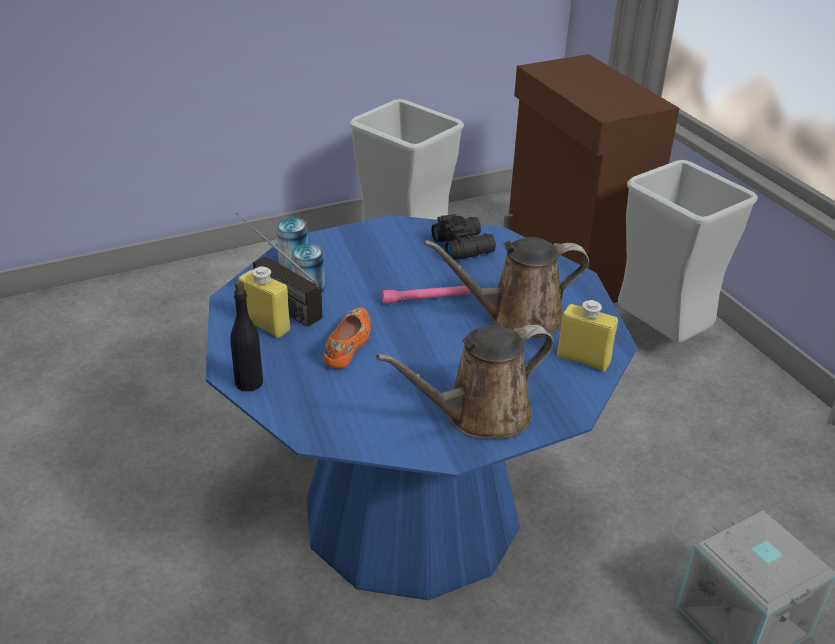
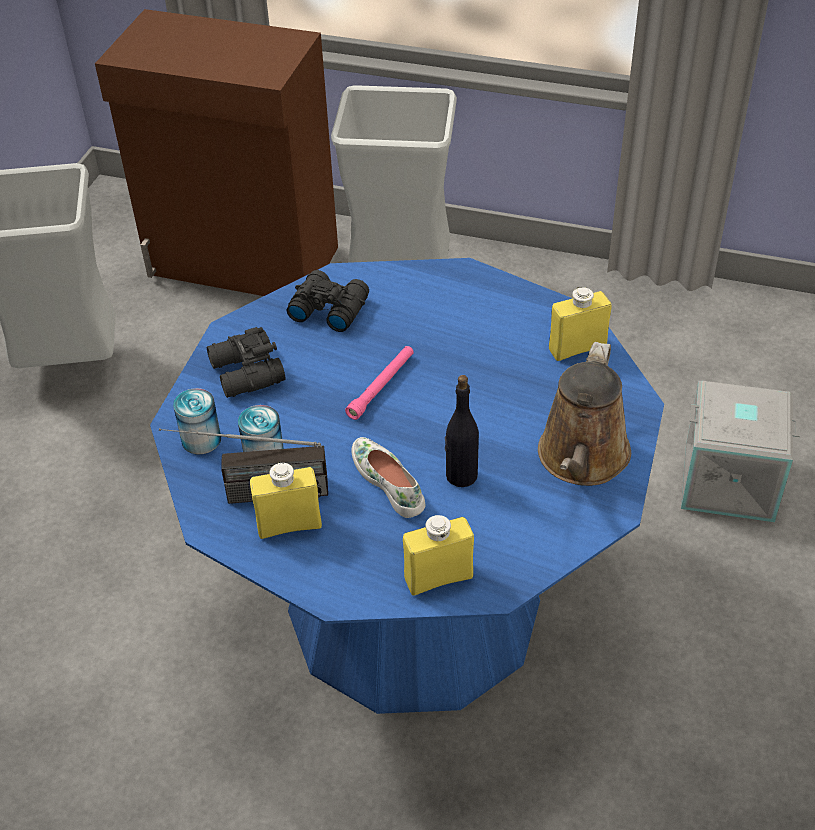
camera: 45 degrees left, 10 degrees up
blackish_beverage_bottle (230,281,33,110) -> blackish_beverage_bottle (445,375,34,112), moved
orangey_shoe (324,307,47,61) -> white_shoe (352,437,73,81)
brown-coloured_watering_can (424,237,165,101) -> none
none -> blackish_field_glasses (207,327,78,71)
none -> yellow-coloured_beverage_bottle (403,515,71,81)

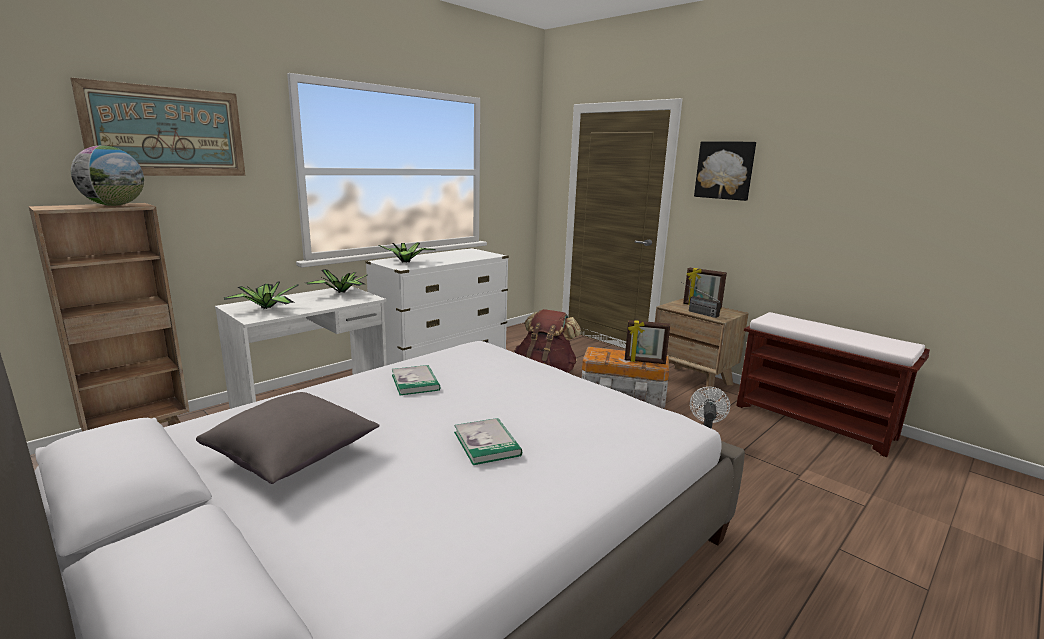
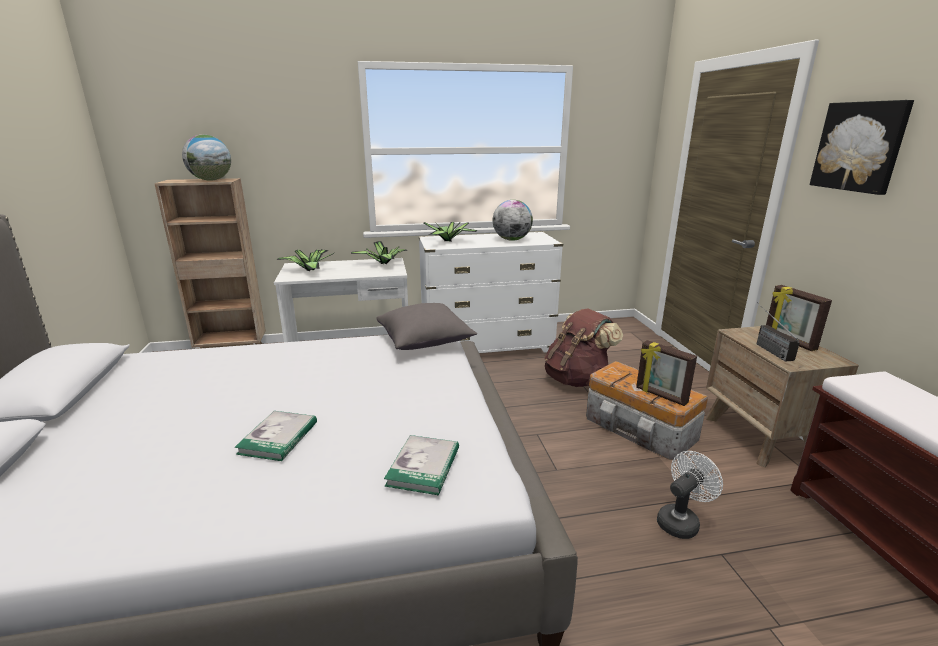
camera: 35 degrees right, 5 degrees up
wall_picture (70,78,176,98) -> none
grey_cushion (196,392,184,92) -> grey_cushion (376,303,101,47), moved
volume (392,365,48,30) -> volume (384,435,75,60), moved
none -> desk_globe (493,200,40,41)

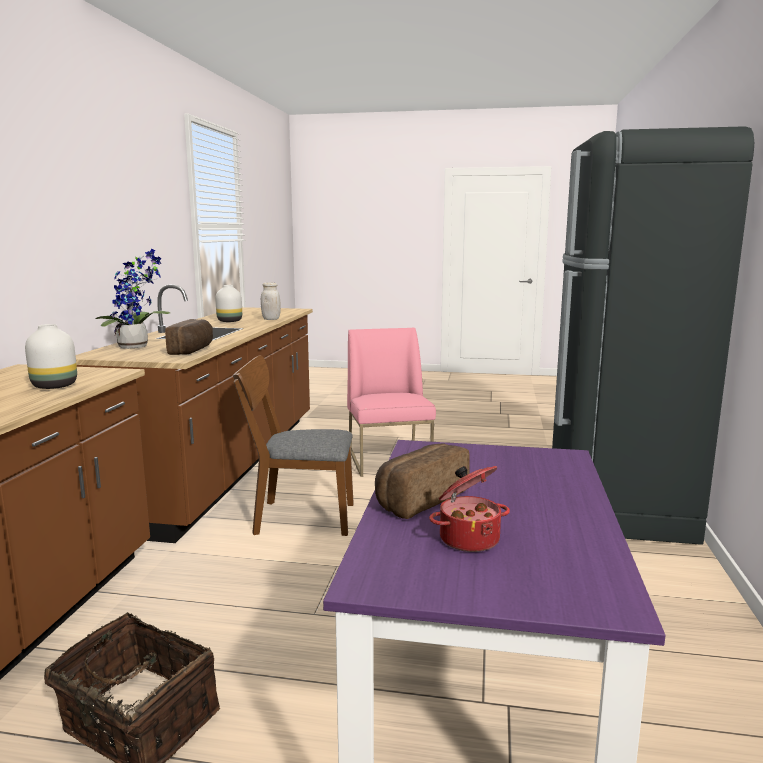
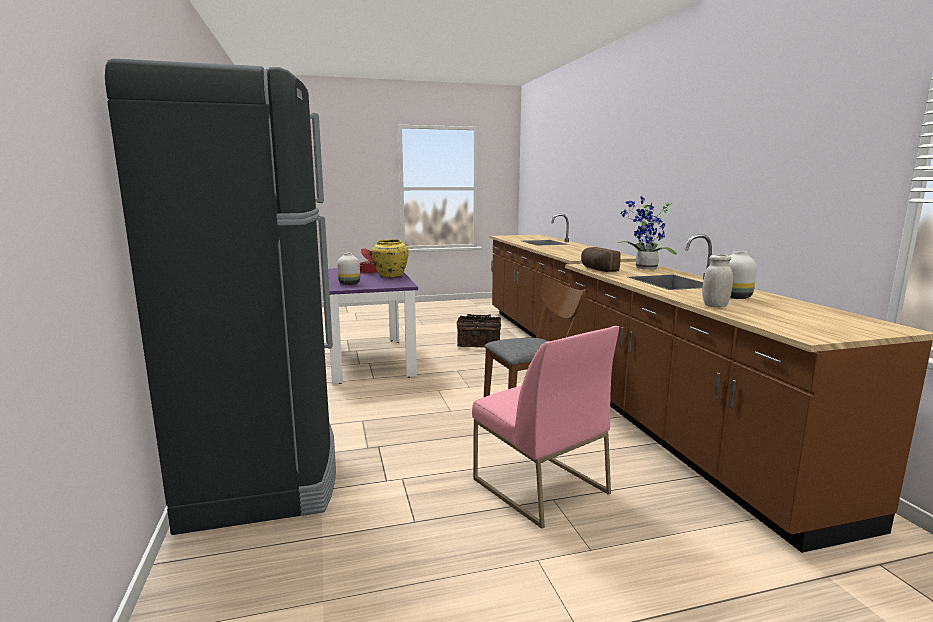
camera: 155 degrees right, 0 degrees up
white_flower_vase (25,324,52,65) -> white_flower_vase (337,253,23,32), moved
bread (375,444,95,75) -> yellow-coloured_flower_vase (371,239,38,38)

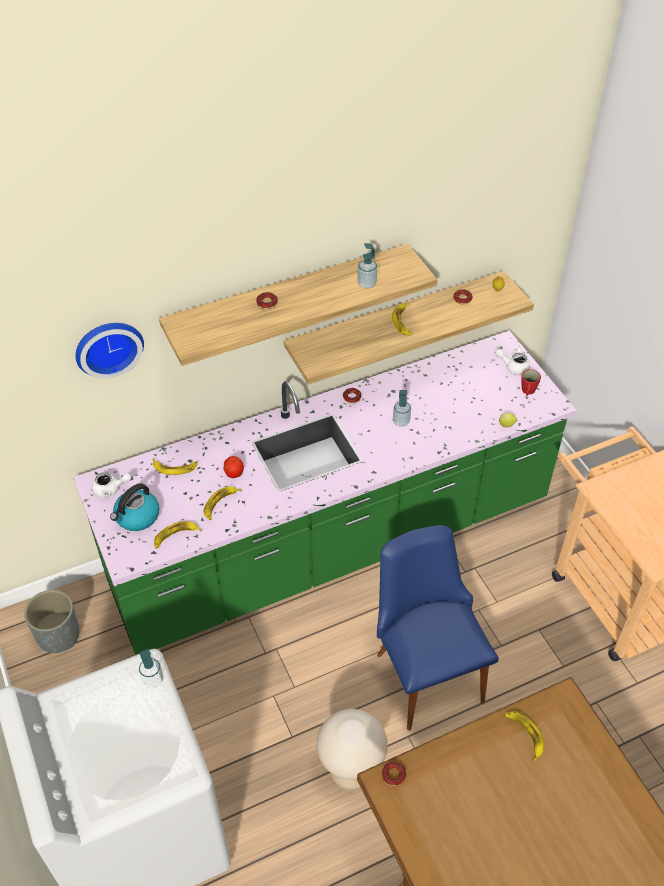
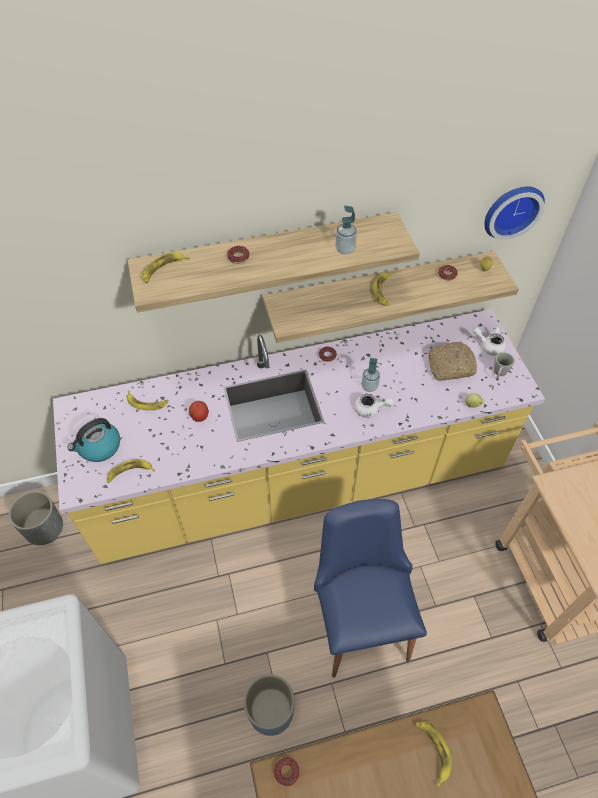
camera: 10 degrees right, 5 degrees up
greenish_kitchen_base_unit (73,331,504,324) -> yellow-coloured_kitchen_base_unit (53,309,492,255)
hanging_clock (76,323,68,56) -> hanging_clock (484,186,61,54), moved
white_tea_pot (92,472,39,26) -> white_tea_pot (354,394,40,24), moved
liquid_soap_bottle (139,649,25,40) -> none
banana_fruit (204,486,38,34) -> banana_fruit (142,252,48,31), moved
sand-coloured_stool_seat (316,709,72,82) -> bluish_plant_pot (244,675,51,61)
reddish_mug (522,369,19,27) -> grey_mug (494,352,21,26)
none -> bread (428,342,49,39)

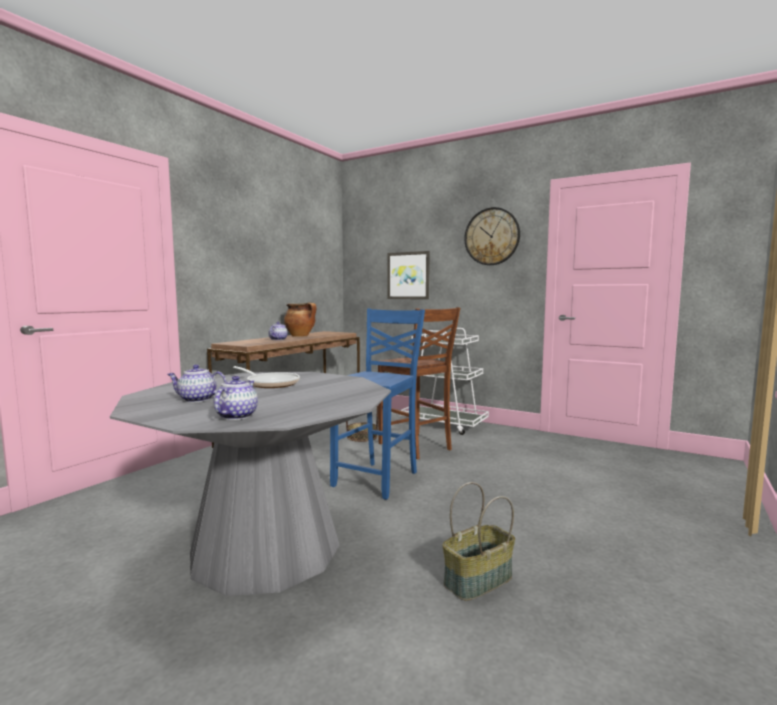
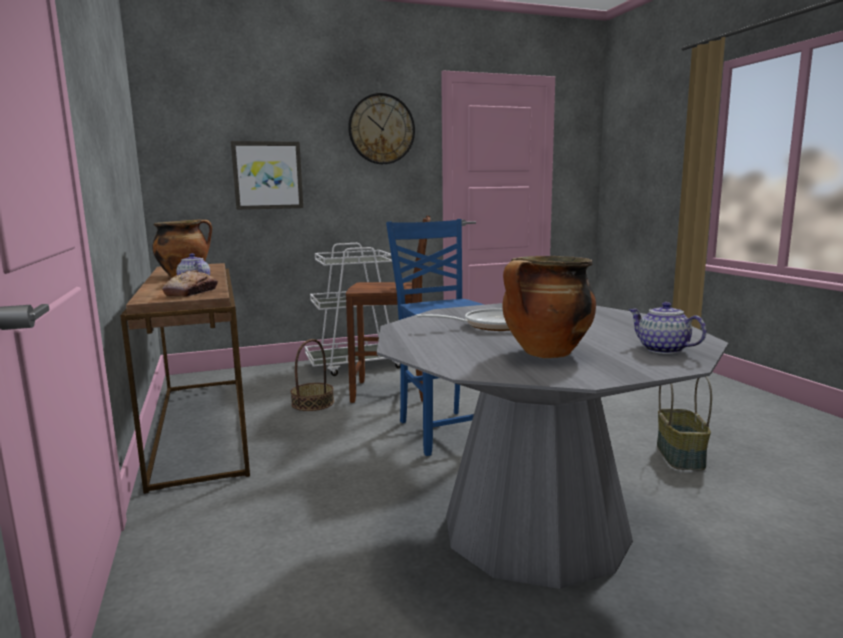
camera: 50 degrees left, 5 degrees up
tea_pot (167,364,60,38) -> stockpot (502,256,94,102)
none -> bread (162,270,56,27)

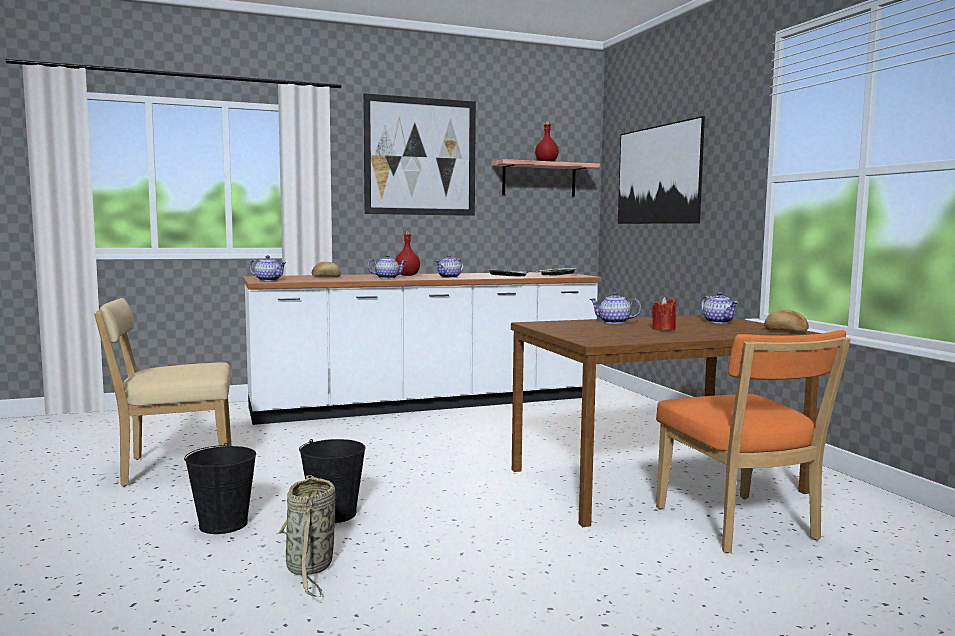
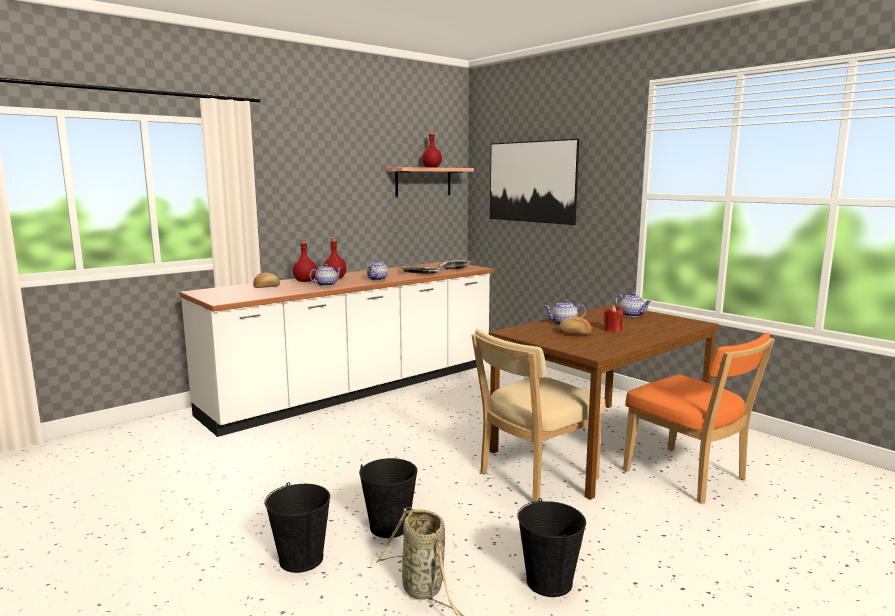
camera: 20 degrees left, 5 degrees up
sand-coloured_plain_chair (94,298,138,189) -> sand-coloured_plain_chair (471,329,135,174), moved
tea_pot (249,255,37,26) -> none
wall_picture (363,93,113,123) -> none
bread (764,310,45,22) -> bread (558,317,34,17), moved
none -> reddish_beverage_bottle (293,240,24,42)
none -> blackish_pail (517,498,69,99)

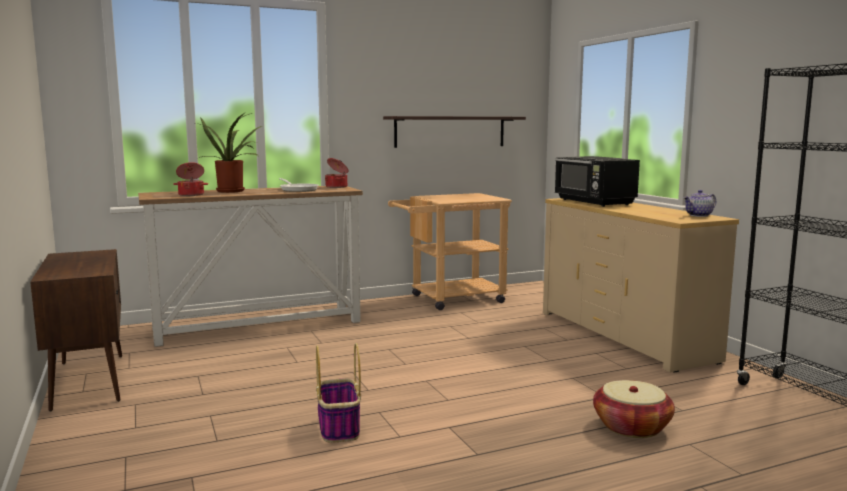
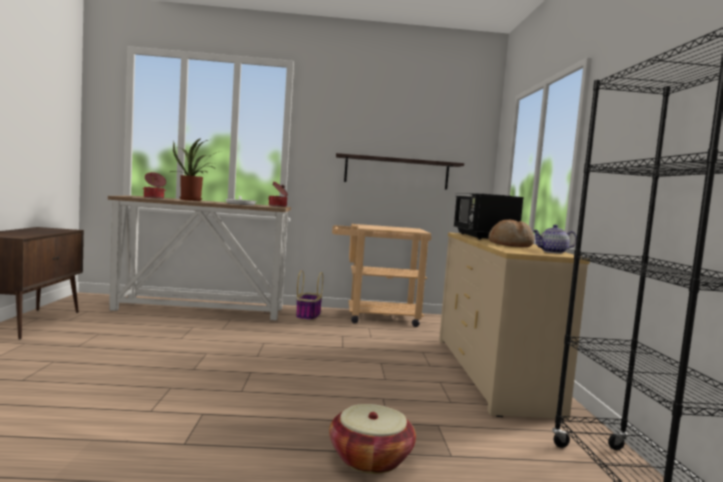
camera: 20 degrees right, 5 degrees down
household_basket (316,343,45,100) -> household_basket (296,270,27,51), moved
none -> bread (488,220,47,27)

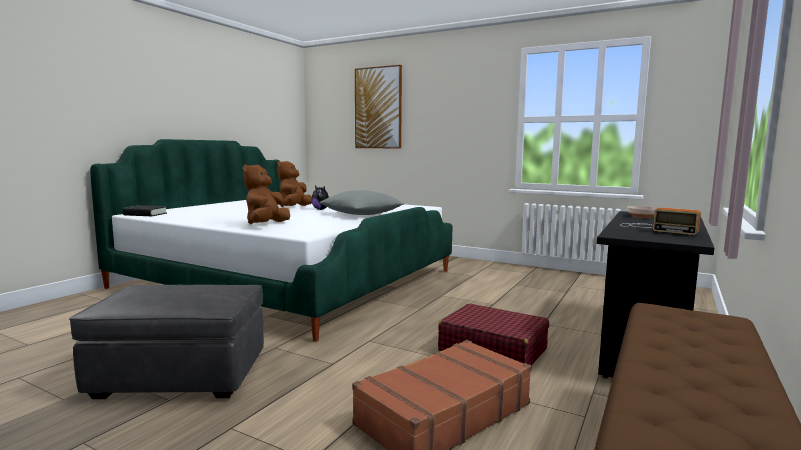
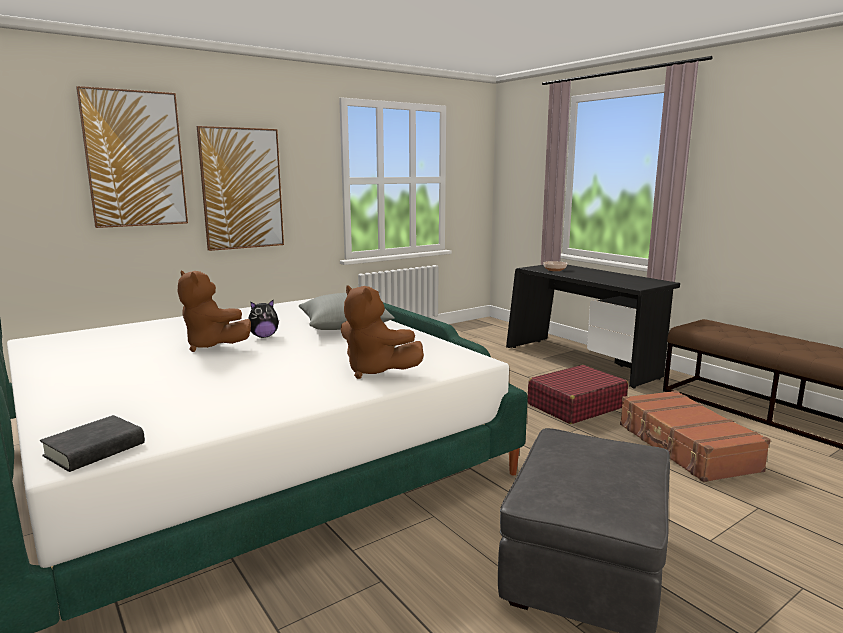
camera: 65 degrees left, 5 degrees up
radio (620,207,81,28) -> none
none -> wall_picture (197,126,87,125)

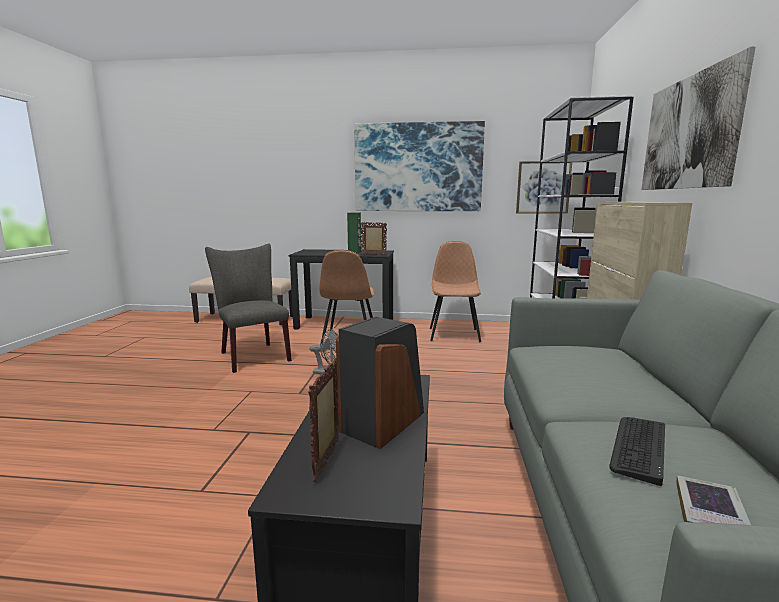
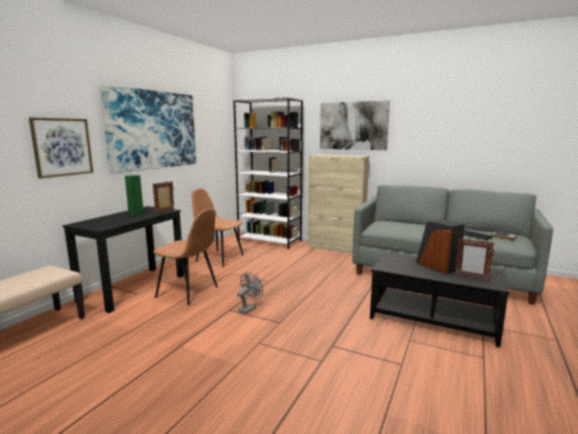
camera: 70 degrees left, 0 degrees up
grey_plain_chair (205,244,87,129) -> none
wall_picture (516,161,56,53) -> wall_picture (29,118,64,61), moved

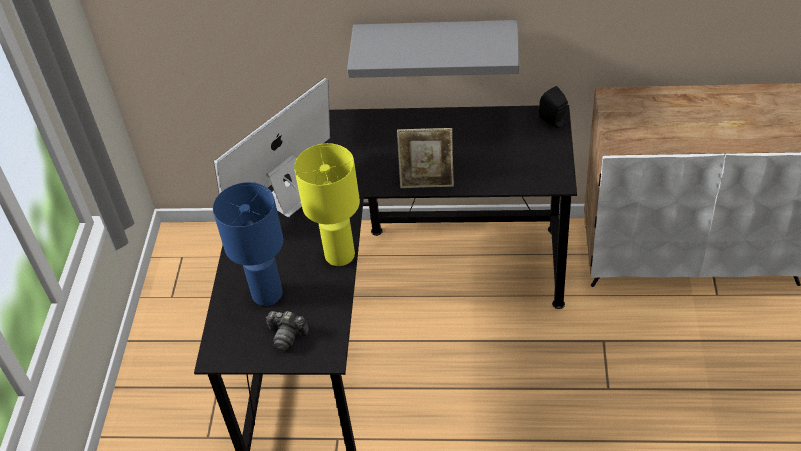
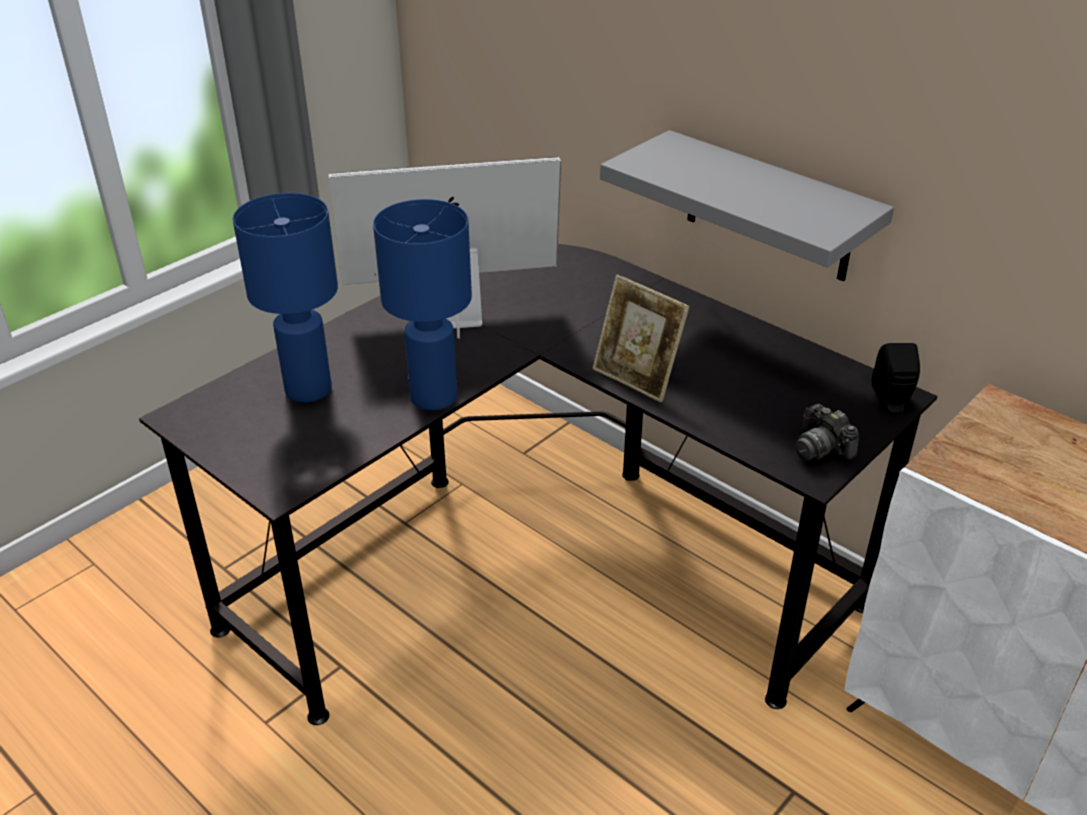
camera: 35 degrees right, 10 degrees down
still_camera (266,311,43,40) -> still_camera (795,404,64,58), moved
yellow-coloured_table_lamp (294,143,66,123) -> bluish_table_lamp (373,199,99,211)

